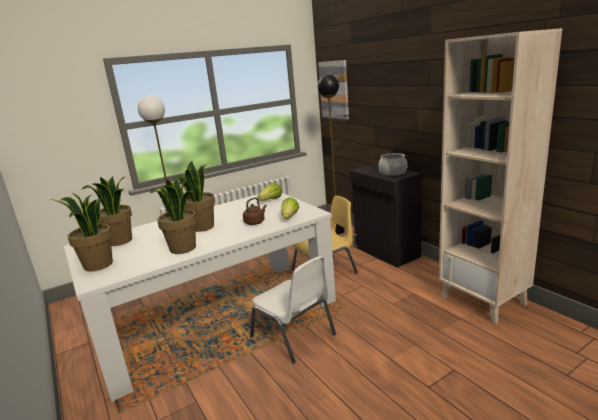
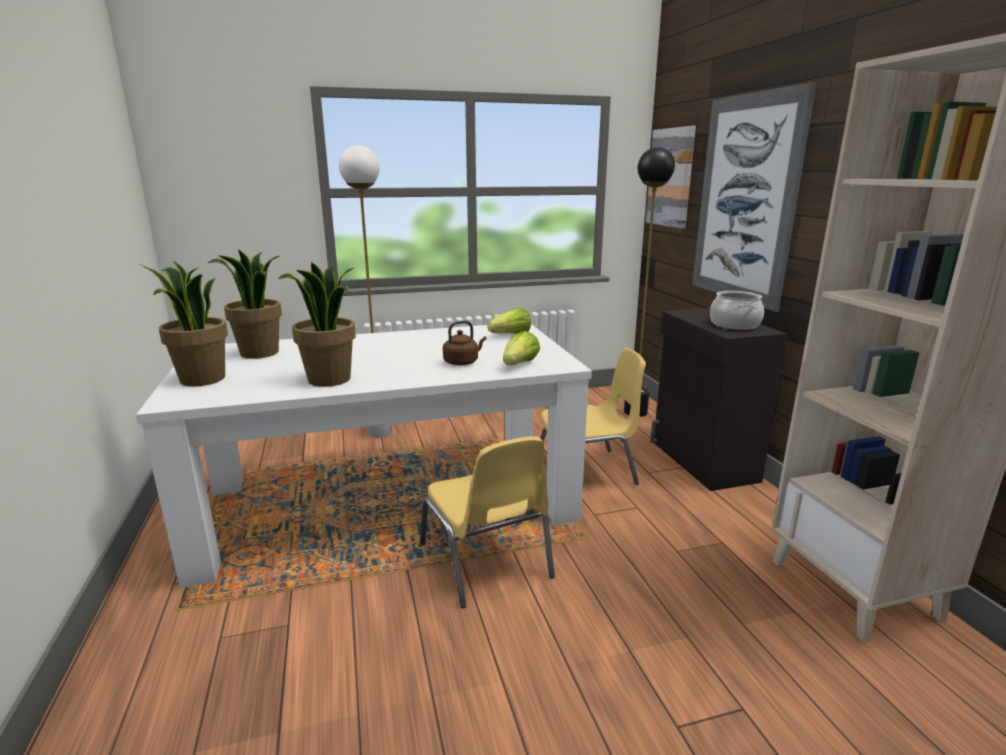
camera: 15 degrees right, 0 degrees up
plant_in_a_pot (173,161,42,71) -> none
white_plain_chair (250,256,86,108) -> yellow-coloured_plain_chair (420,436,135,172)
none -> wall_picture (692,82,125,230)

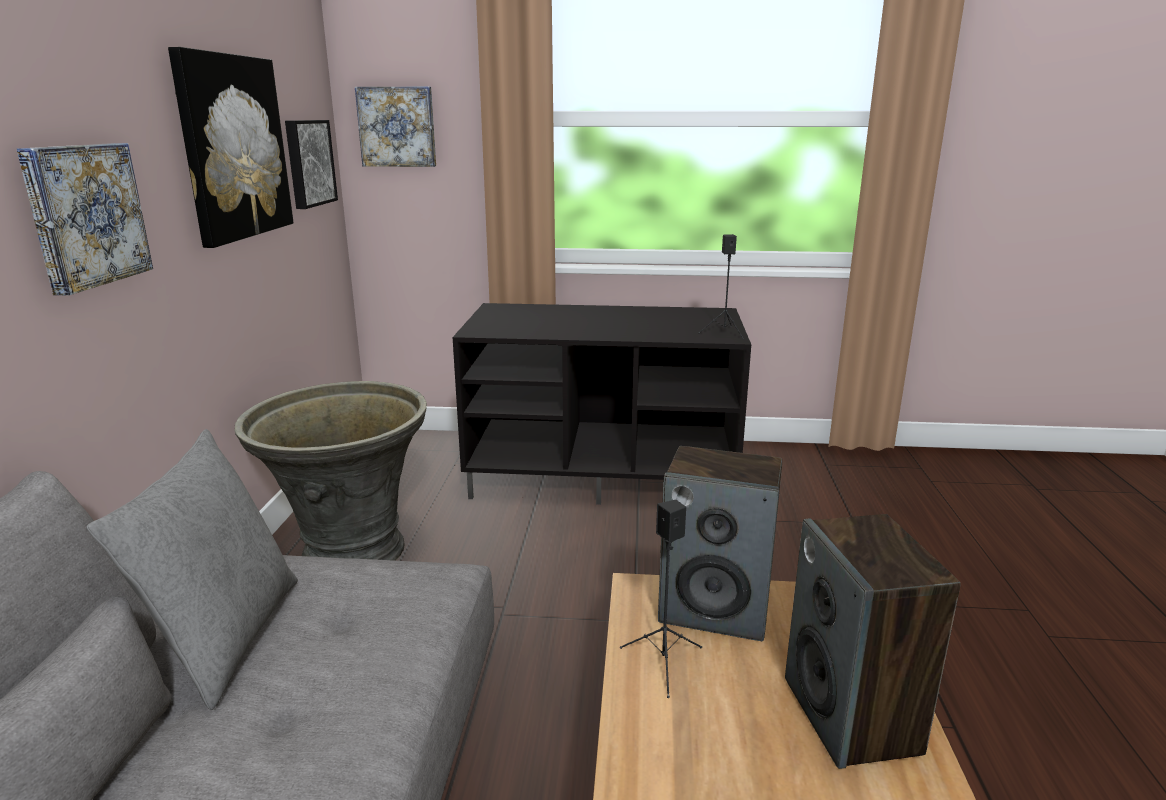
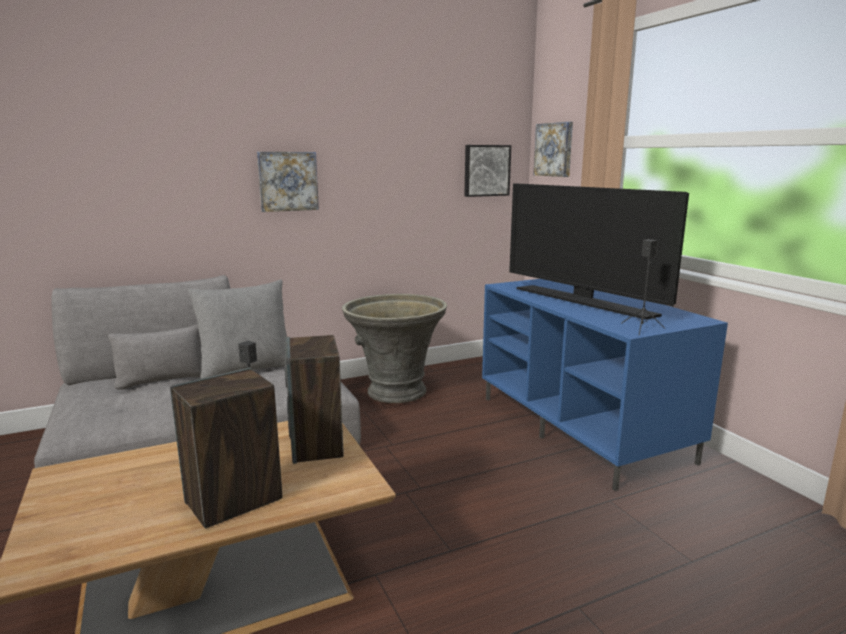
camera: 60 degrees right, 5 degrees down
wall_picture (168,47,125,201) -> none
blackish_media_console (453,303,298,202) -> bluish_media_console (482,279,246,212)
none -> television (509,183,180,137)

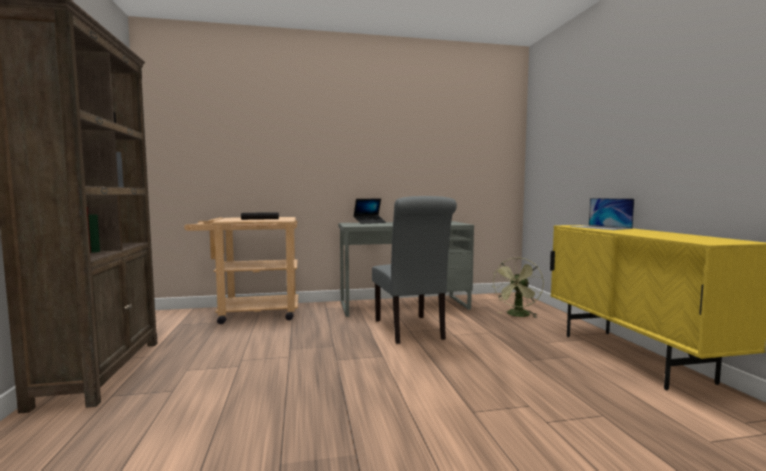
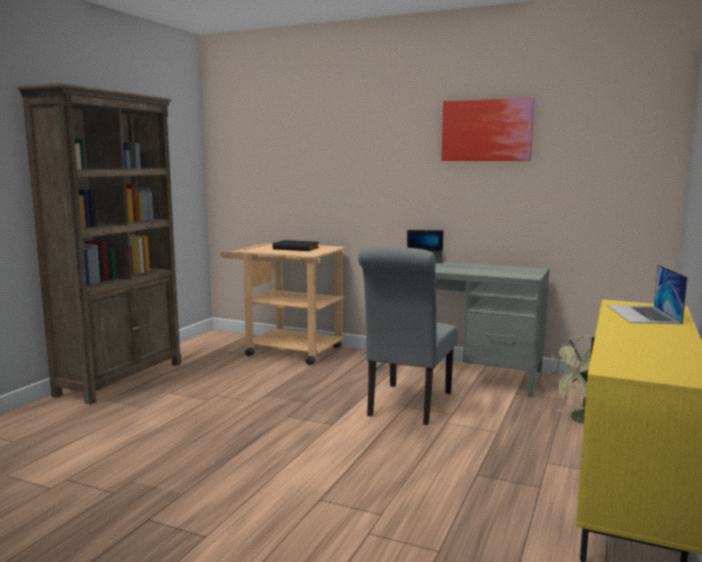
camera: 35 degrees right, 5 degrees up
none -> wall_picture (441,98,93,63)

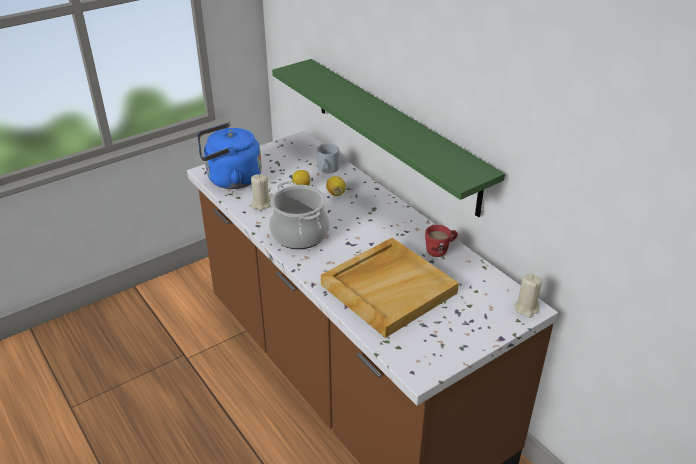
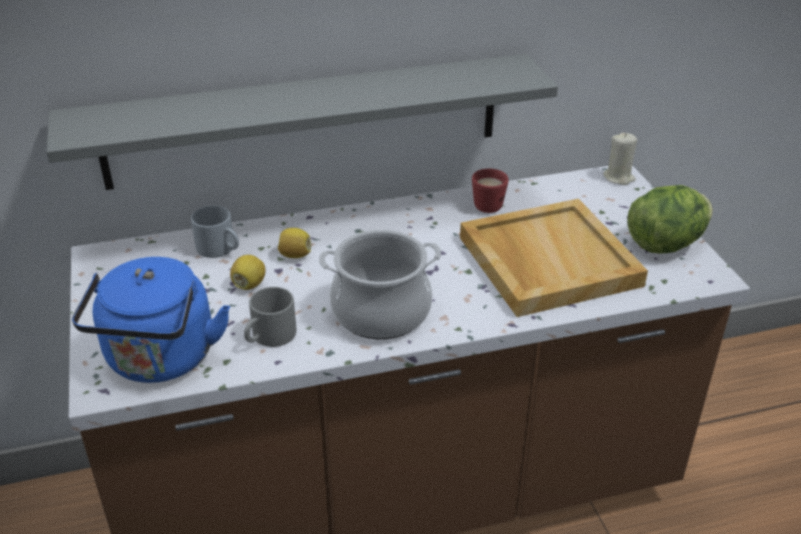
camera: 70 degrees left, 0 degrees up
sand-coloured_candle (251,174,20,37) -> grey_mug (244,287,52,60)
greenish_shelf (272,59,233,158) -> grey_shelf (47,54,511,136)
none -> lettuce_head (628,185,85,68)

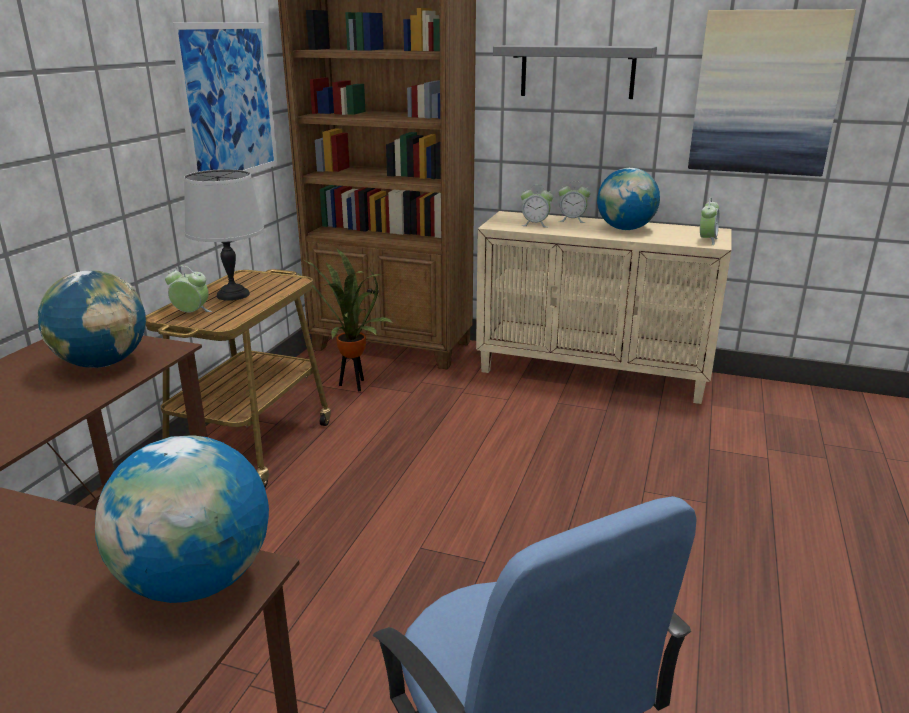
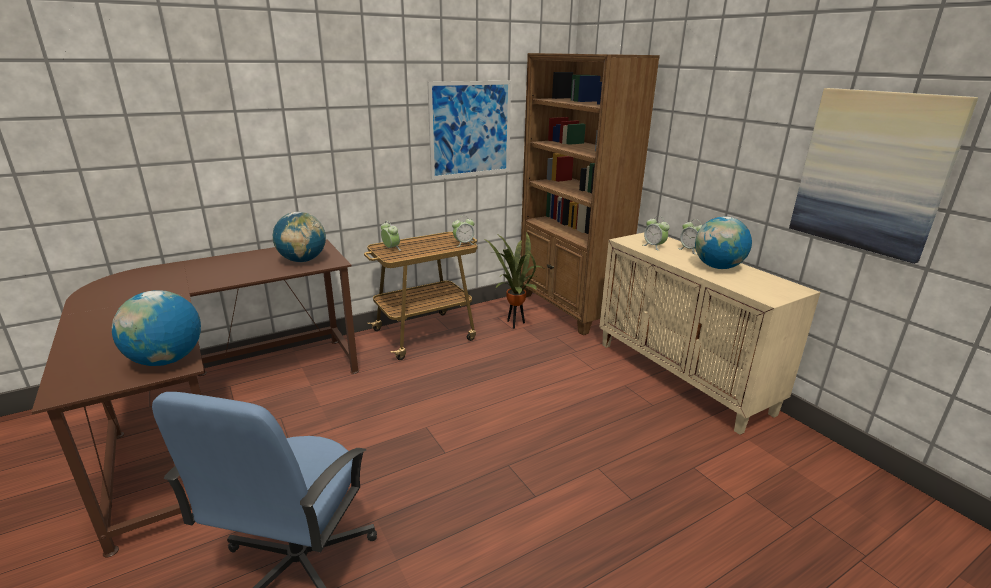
camera: 40 degrees right, 0 degrees up
grey_table_lamp (184,169,80,132) -> none
grey_shelf (493,45,164,54) -> none
bedside_clock (700,198,19,47) -> bedside_clock (452,216,22,31), moved

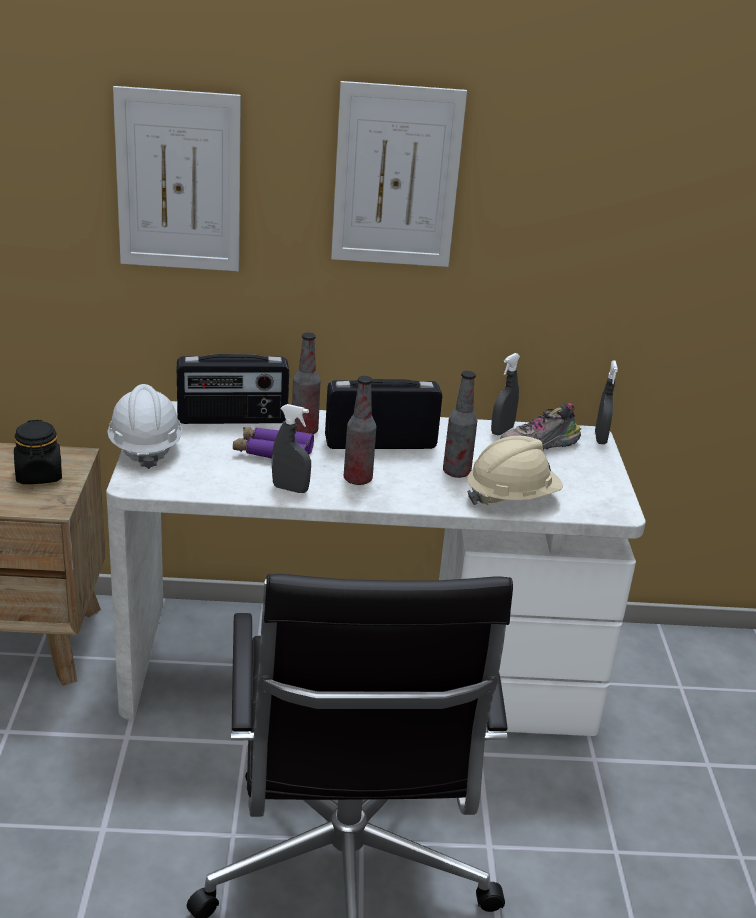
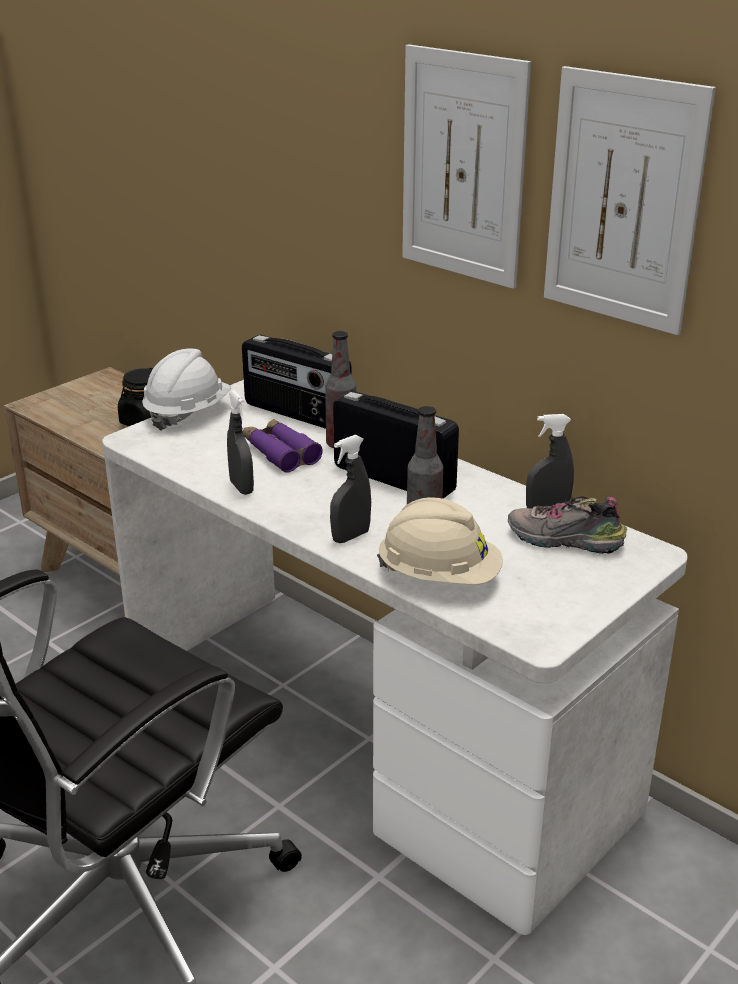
camera: 45 degrees right, 0 degrees up
wall_picture (113,86,128,185) -> wall_picture (544,66,172,269), moved
beverage_bottle (344,376,32,109) -> none
grey_hand_sprayer (595,361,23,83) -> grey_hand_sprayer (330,435,41,108), moved

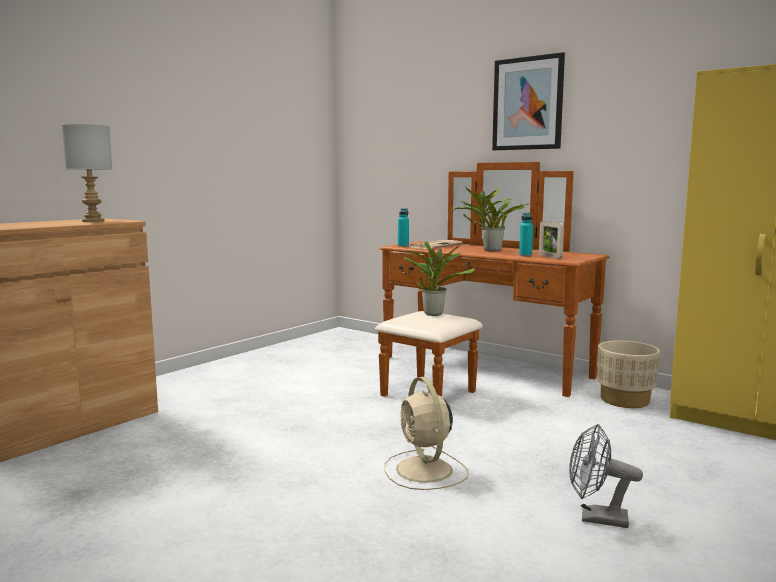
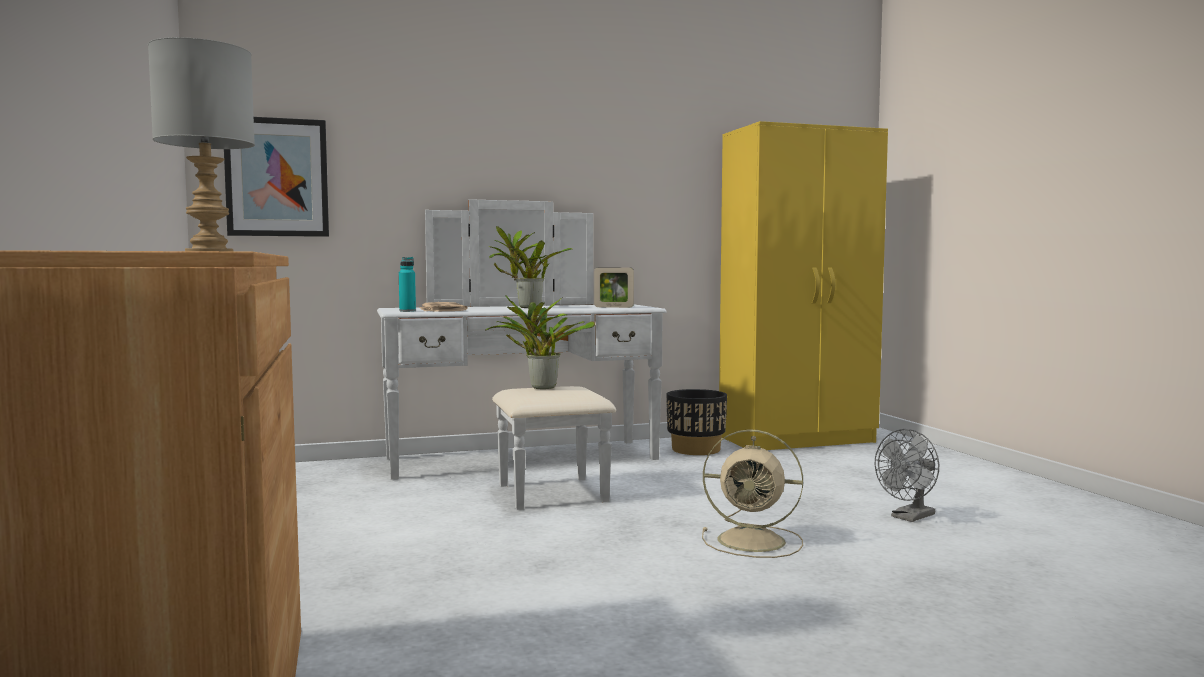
camera: 55 degrees left, 5 degrees down
brown-coloured_dresser (375,162,235,235) -> white_dresser (377,199,290,311)
wall_picture (492,52,73,98) -> wall_picture (224,117,105,120), moved
turquoise_beverage_bottle (519,213,14,43) -> none
sand-coloured_plant_pot (597,340,63,68) -> blackish_plant_pot (667,389,60,66)

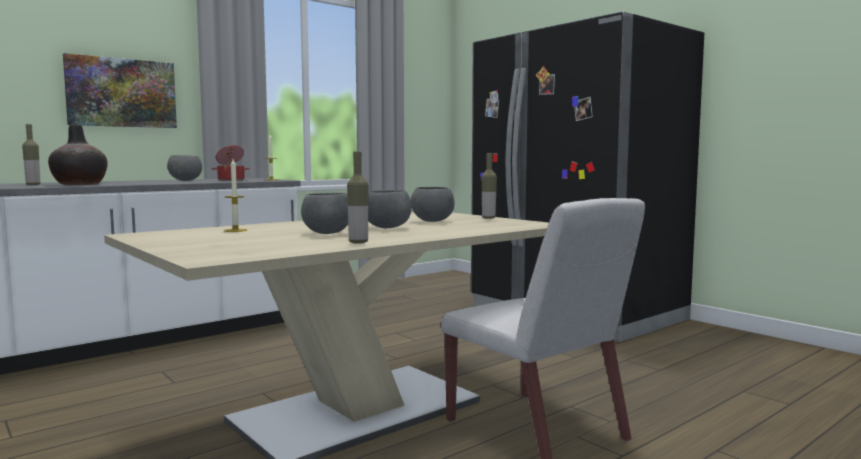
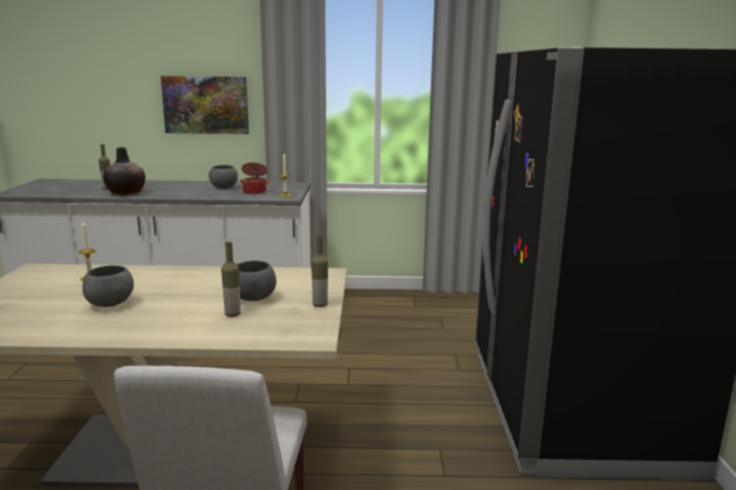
camera: 40 degrees right, 10 degrees up
beverage_bottle (347,152,21,92) -> beverage_bottle (221,242,20,75), moved
grey_serving_bowl (368,190,44,38) -> none

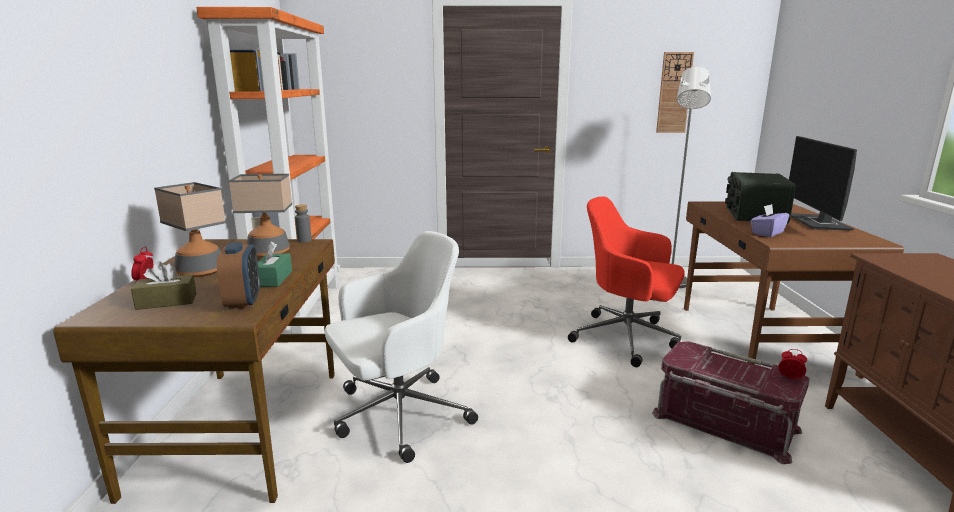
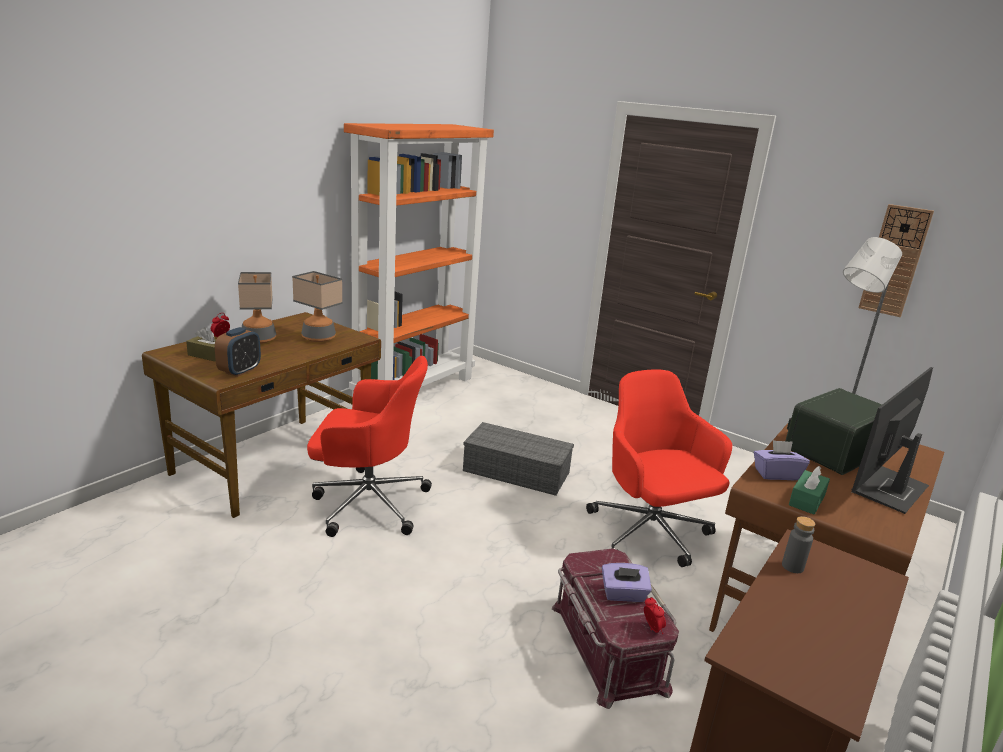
camera: 35 degrees right, 5 degrees up
greenish_tissue_holder (258,242,34,45) -> greenish_tissue_holder (789,466,41,48), moved
grey_beverage_bottle (295,204,17,39) -> grey_beverage_bottle (782,516,33,57), moved
white_desk_chair (325,231,153,232) -> reddish_desk_chair (307,356,125,181)
none -> grey_storage_bin (463,422,111,74)
none -> purple_tissue_holder (602,563,50,39)

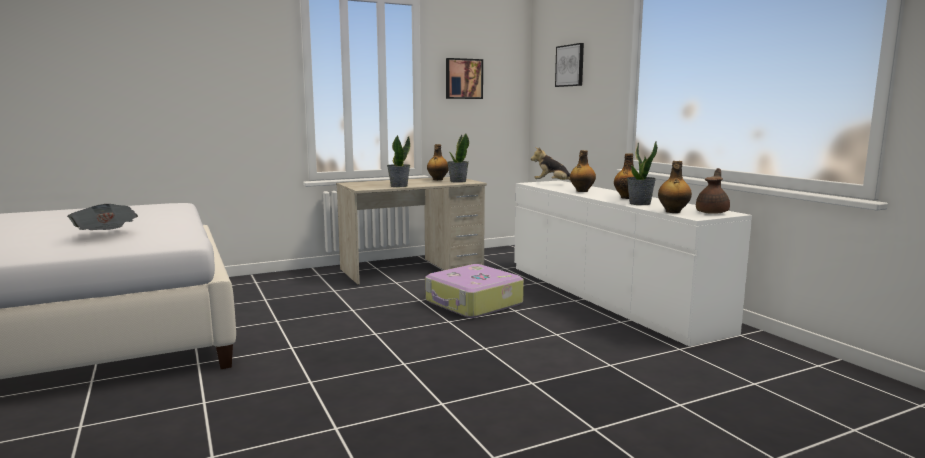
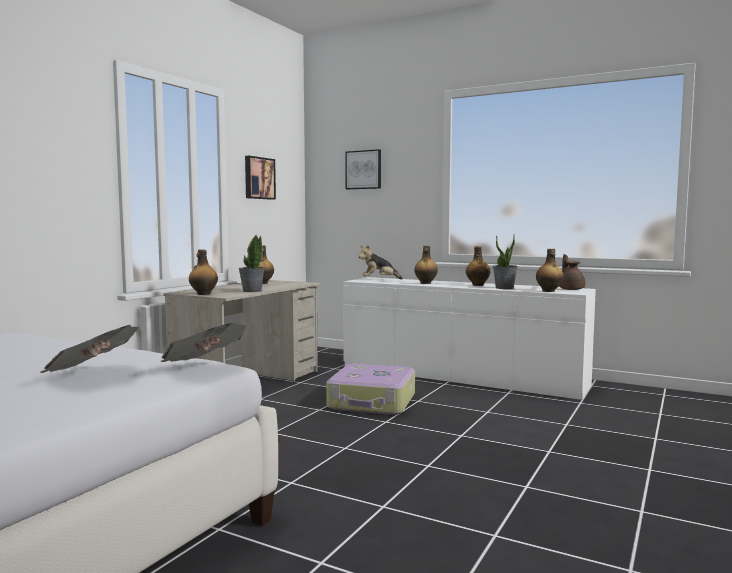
camera: 35 degrees left, 5 degrees down
plant_in_a_pot (447,134,22,49) -> none
none -> daily_paper (160,323,86,39)
none -> beverage_bottle (189,249,29,46)

